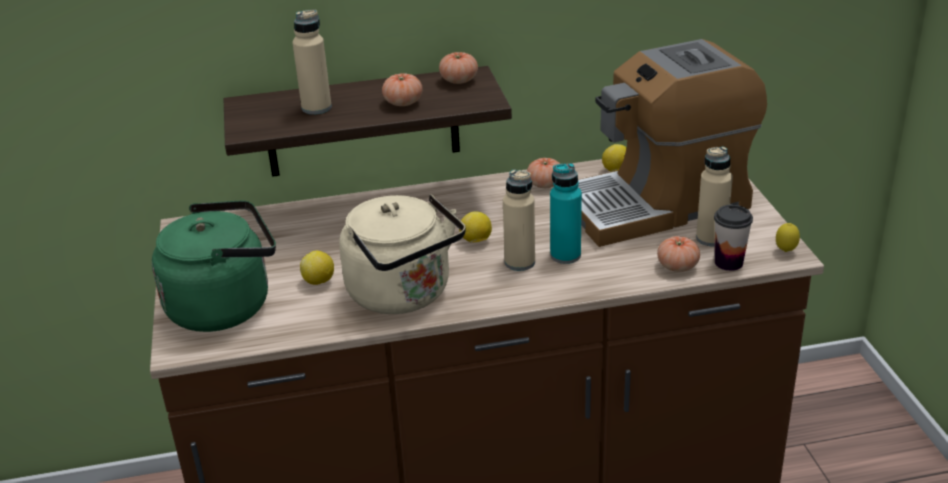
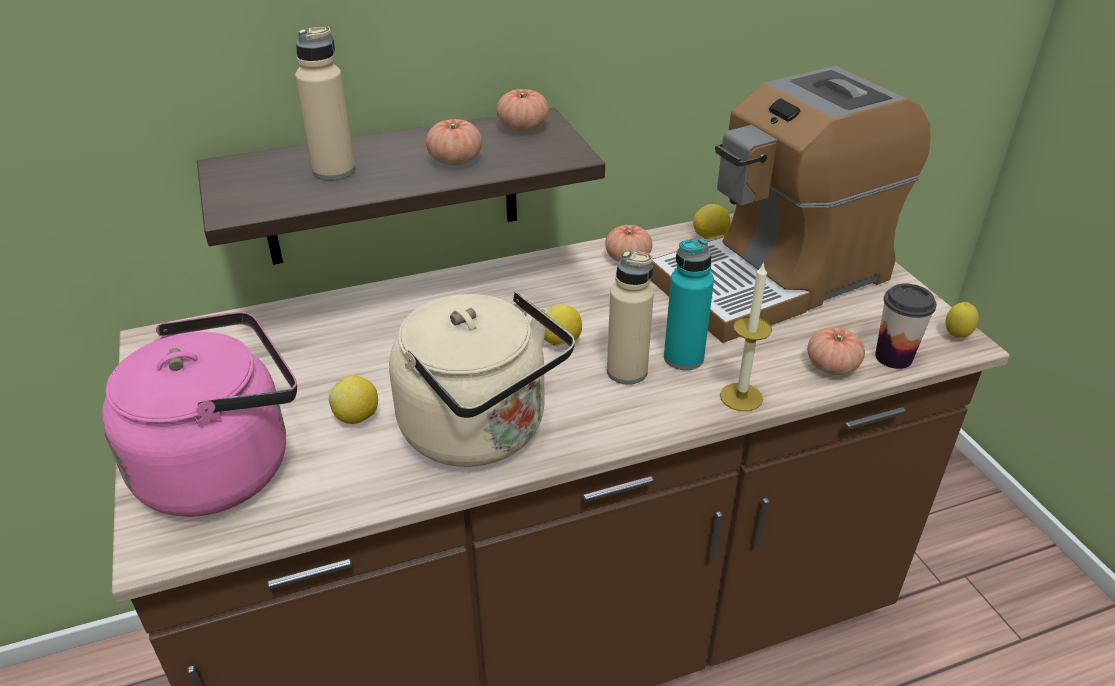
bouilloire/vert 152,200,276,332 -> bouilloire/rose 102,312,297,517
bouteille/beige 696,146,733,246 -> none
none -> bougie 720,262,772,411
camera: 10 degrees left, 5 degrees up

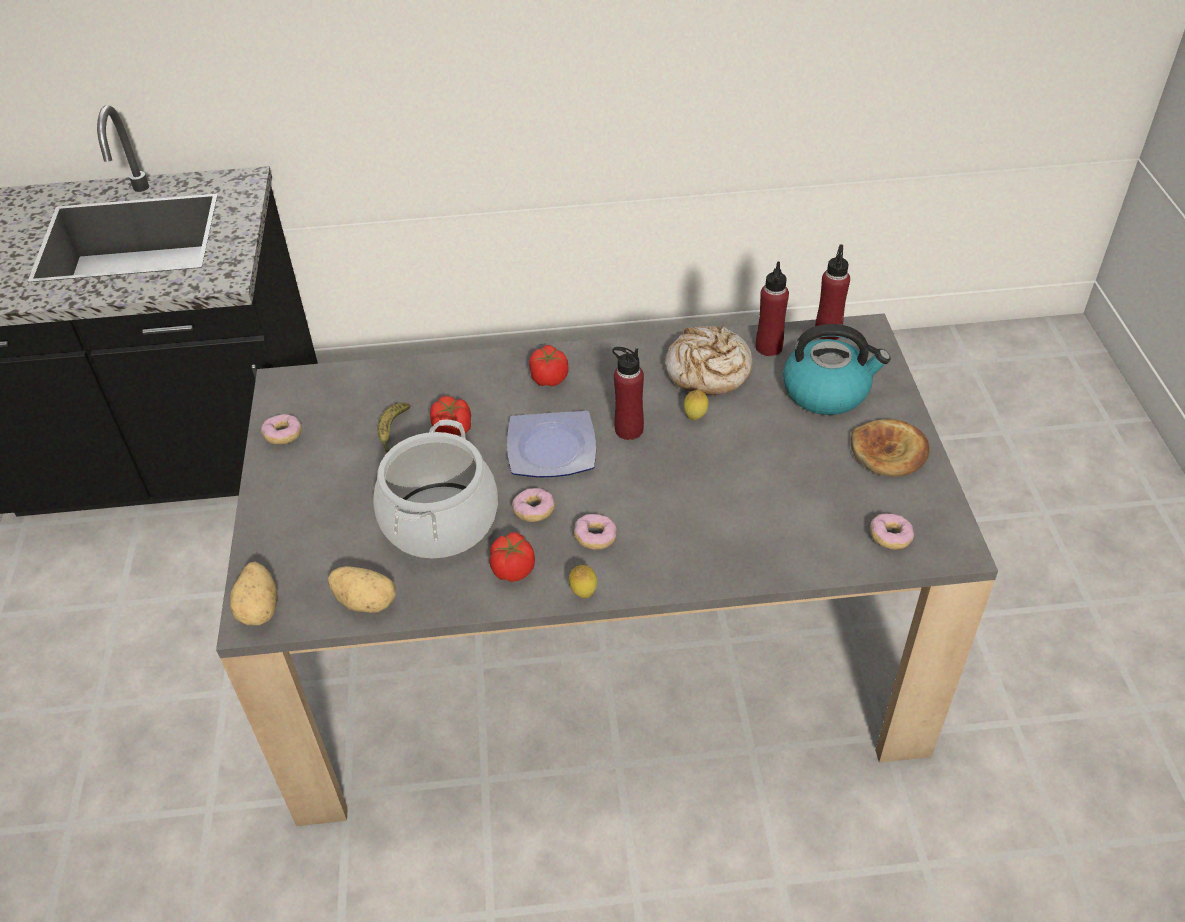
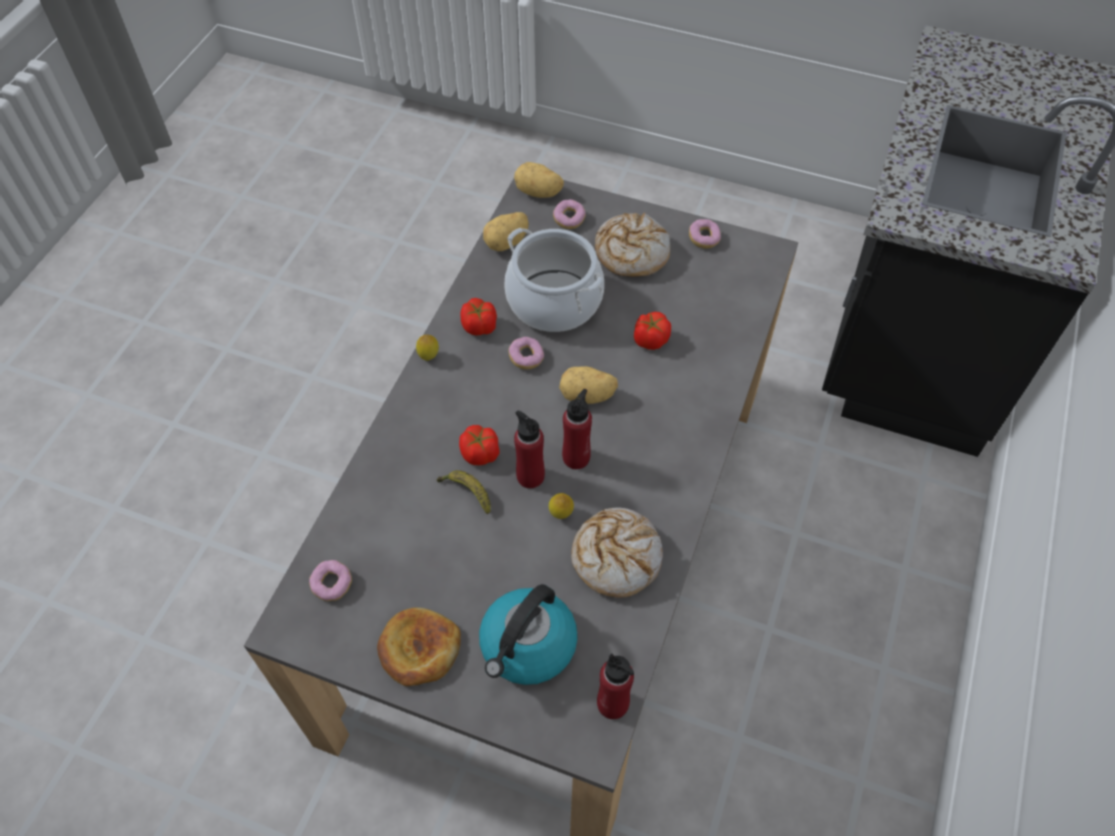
banane 377,402,411,452 -> banane 437,470,491,514, relocated
assiette 507,411,596,478 -> pomme de terre 559,366,618,404
tomate 529,345,568,386 -> tomate 459,425,500,465, relocated
beignet 574,514,617,550 -> beignet 553,199,586,229, relocated
bouteille/rouge 756,261,789,356 -> bouteille/rouge 514,410,545,488, relocated
none -> pain 595,212,670,277
camera: 115 degrees right, 10 degrees up

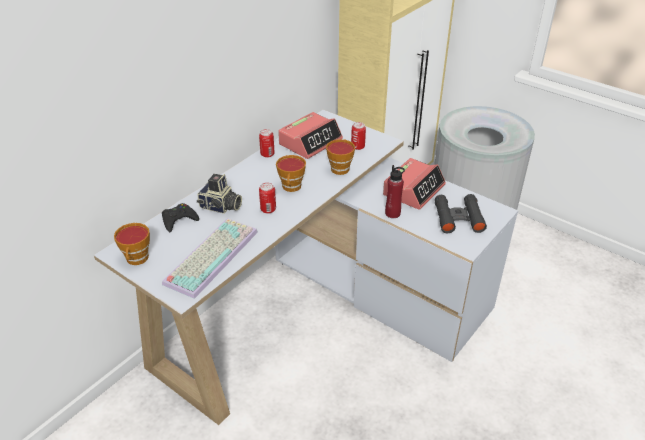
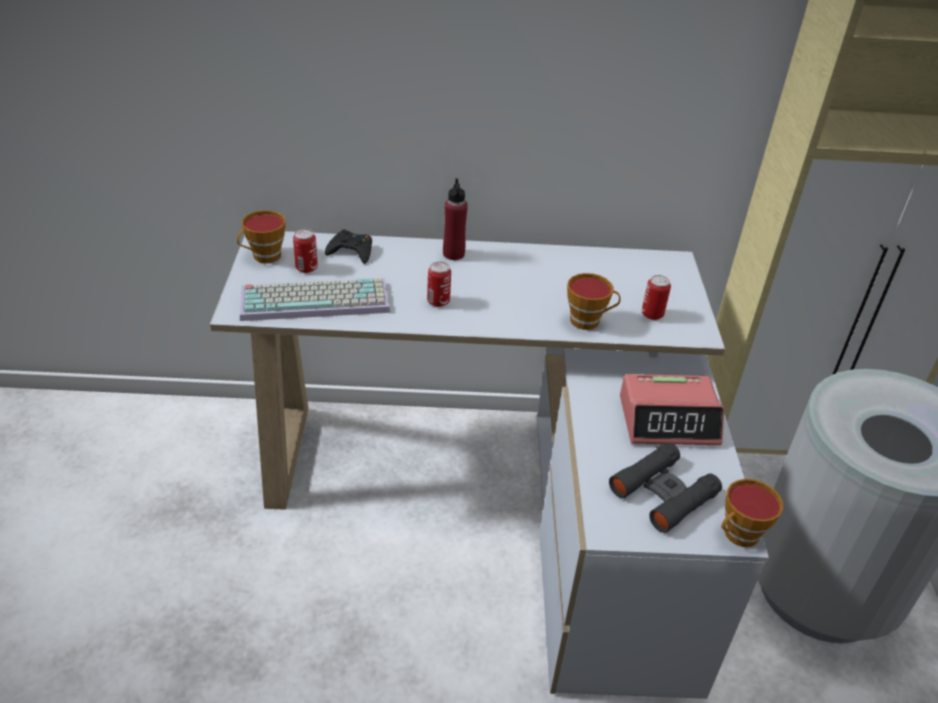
appareil photo 197,174,242,214 -> none
boîte métallique 259,129,275,158 -> boîte métallique 293,229,318,273, relocated
tasse 276,155,306,192 -> tasse 721,479,783,547, relocated
réveil 278,112,343,159 -> none
bouteille/rouge 385,165,405,218 -> bouteille/rouge 443,178,468,260, relocated
camera: 50 degrees right, 0 degrees up

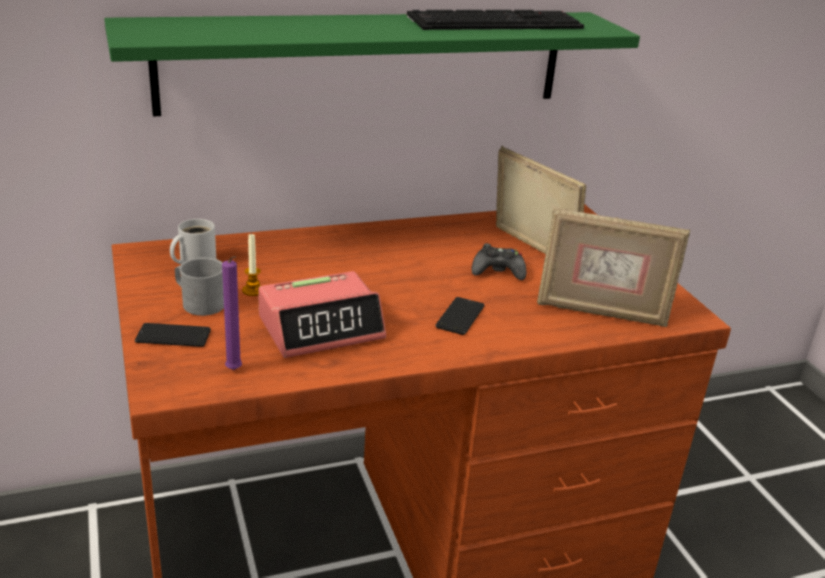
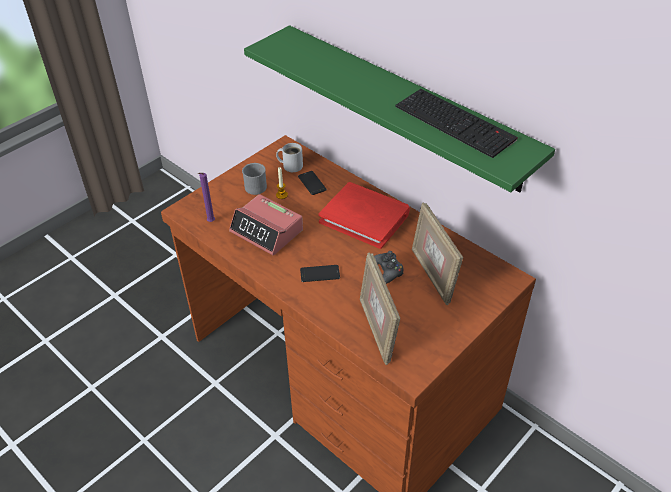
téléphone 135,323,211,347 -> téléphone 298,171,327,195, relocated
cadre photo 496,146,586,254 -> cadre photo 412,202,463,305, 135 degrees clockwise
none -> livre/rouge 318,182,410,249
camera: 65 degrees right, 15 degrees up

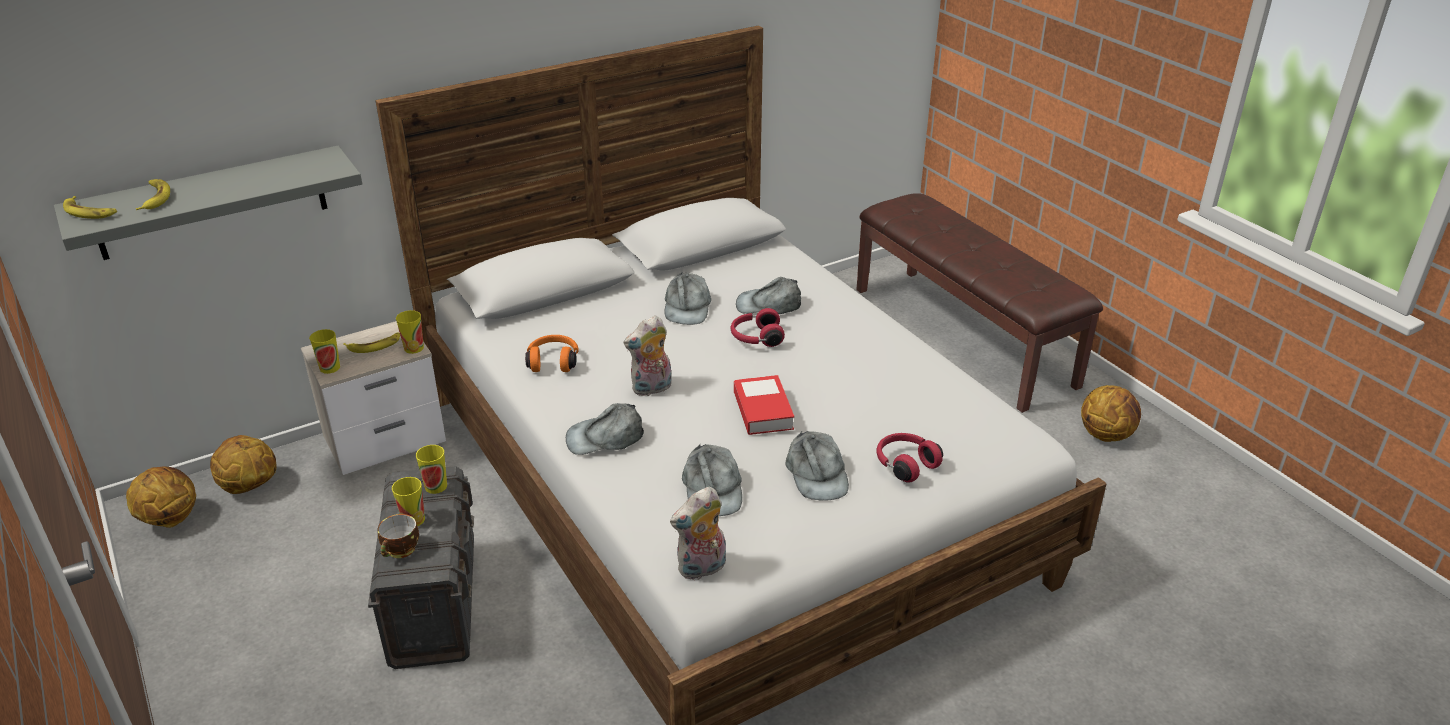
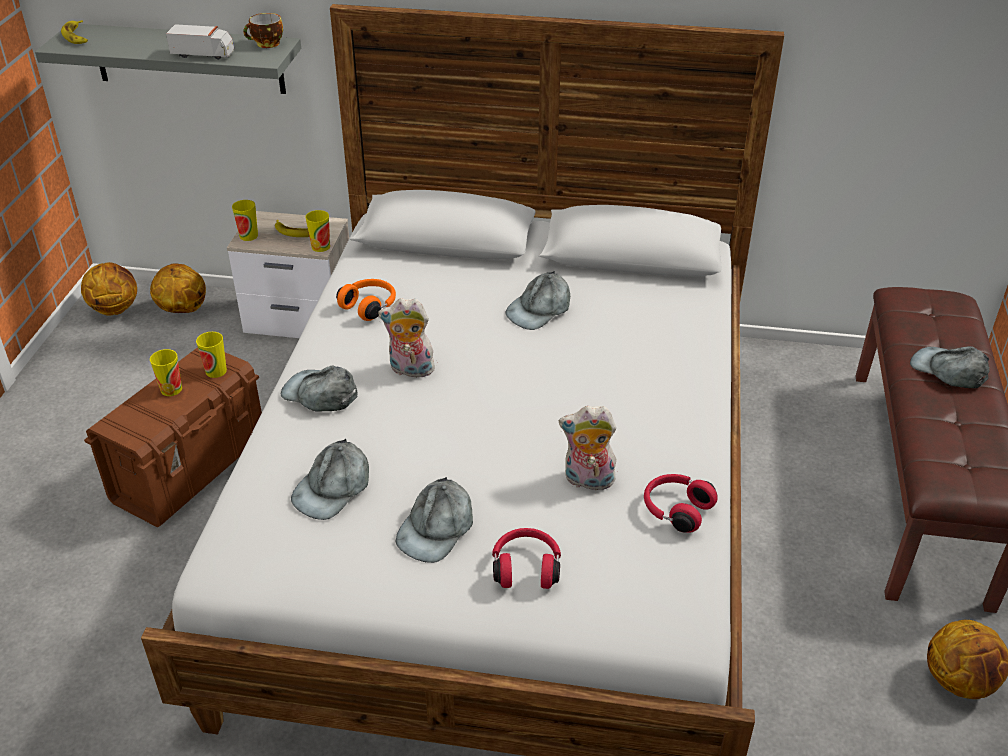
banane 136,179,170,210 -> none
boîte de rangement/gris 368,466,474,669 -> boîte de rangement/marron 84,347,262,527
tasse 377,514,419,558 -> tasse 243,13,283,48, relocated
peluche 670,487,726,580 -> peluche 559,406,617,491, relocated
casque audio/rouge 730,308,785,347 -> casque audio/rouge 644,474,718,533, relocated
livre 734,375,794,435 -> none
casquette/gris 736,277,801,314 -> casquette/gris 910,346,989,388, relocated
none -> camion jouet 166,24,234,60
camera: 40 degrees right, 5 degrees up

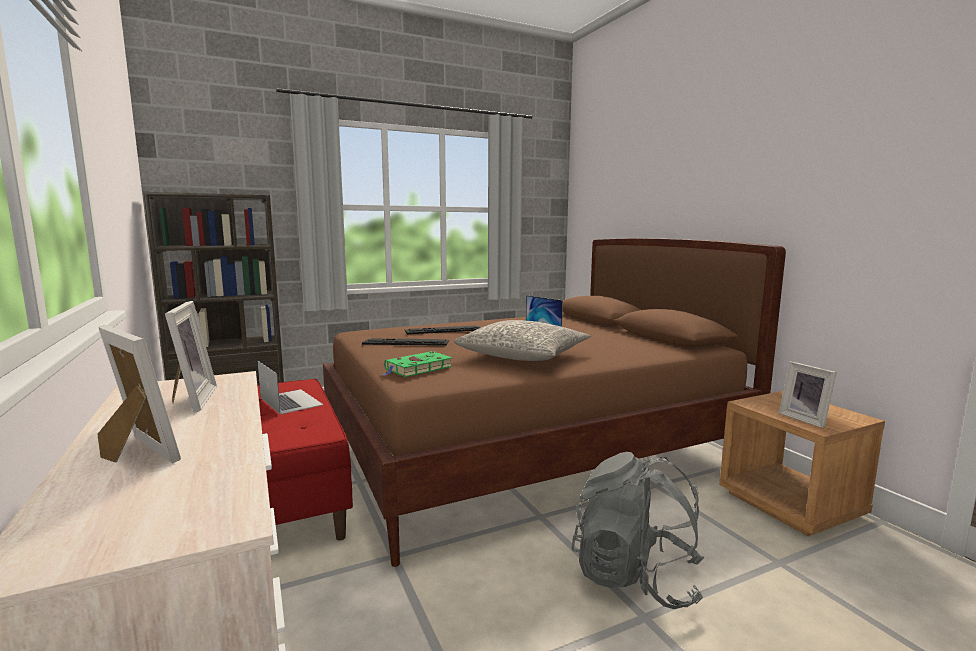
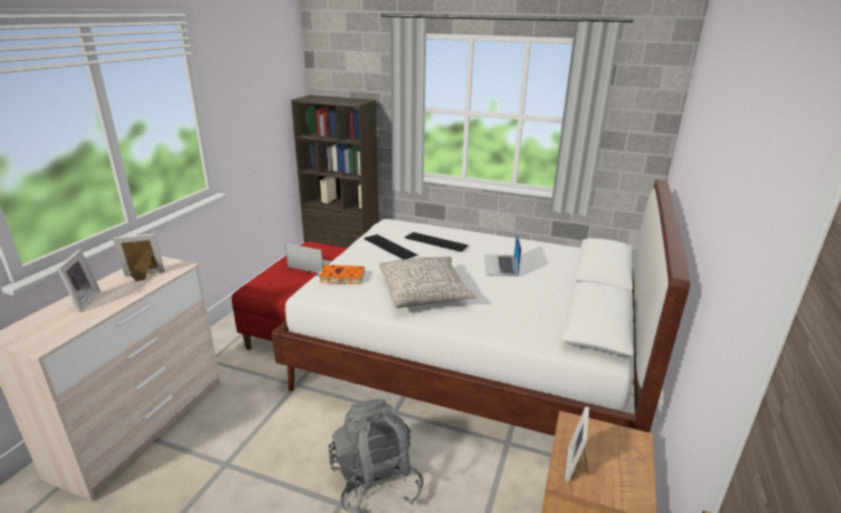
cadre photo 165,301,217,413 -> cadre photo 113,234,165,281, 135 degrees counterclockwise
ordinateur portable 257,361,323,414 -> ordinateur portable 285,243,332,273, 75 degrees counterclockwise
lit/marron 323,238,786,567 -> lit/blanc 271,179,690,436
livre/vert 382,351,453,377 -> livre/orange 315,265,365,284
camera: 45 degrees right, 15 degrees up

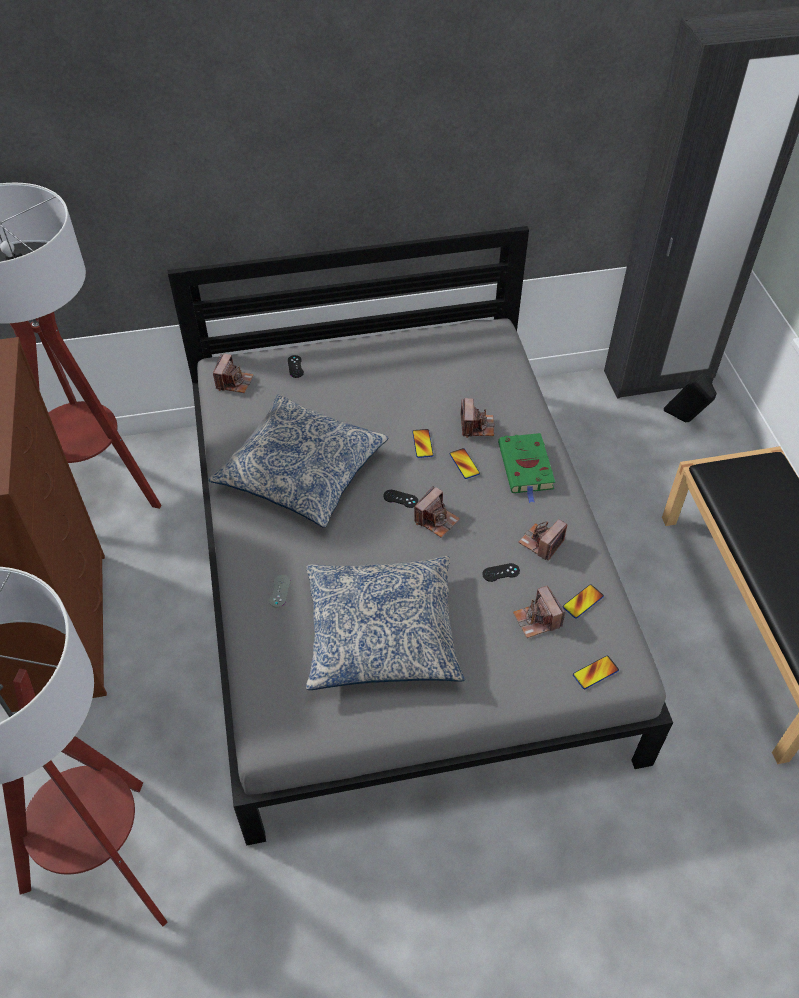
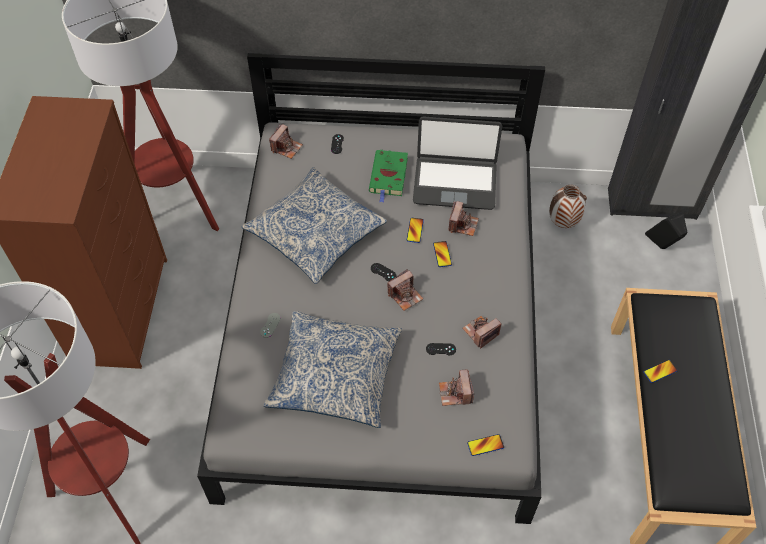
livre/vert 498,433,555,503 -> livre/vert 369,150,408,203, relocated
téléphone 563,584,604,619 -> téléphone 644,360,678,383, relocated
none -> ordinateur portable 413,116,502,210
none -> vase 549,185,587,228
camera: 15 degrees right, 5 degrees up

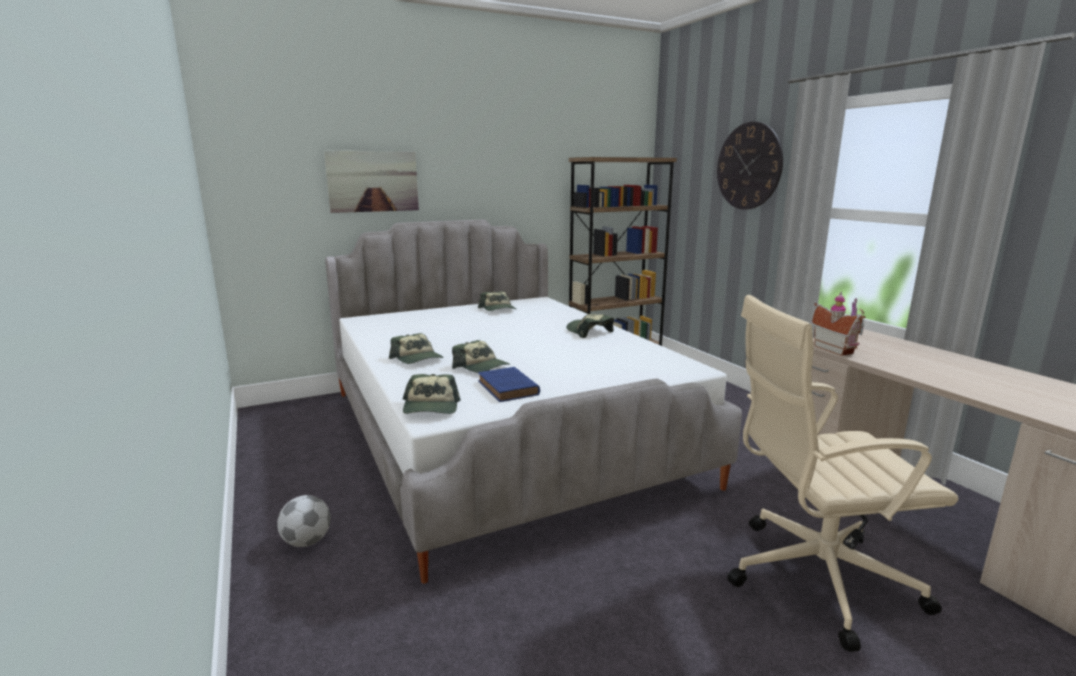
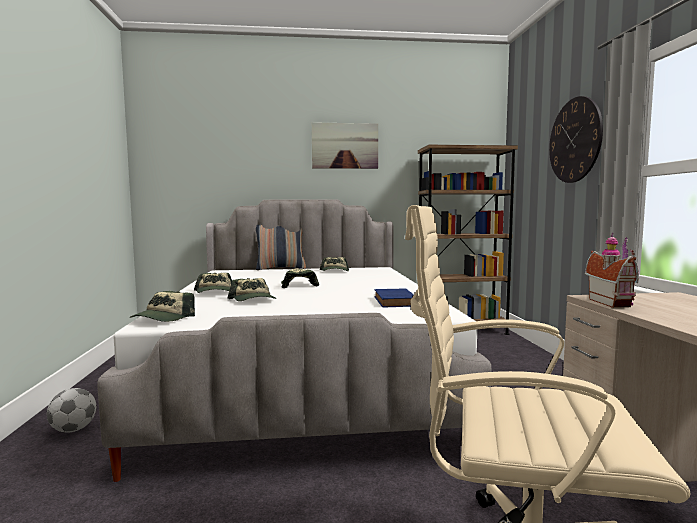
tableau 324,150,419,213 -> tableau 312,122,378,169, relocated
livre/bleu 478,367,540,402 -> livre/bleu 374,288,414,307, relocated
casquette 566,314,614,338 -> casquette 281,269,319,288, relocated
none -> coussin 256,225,306,270
camera: 20 degrees right, 10 degrees down

